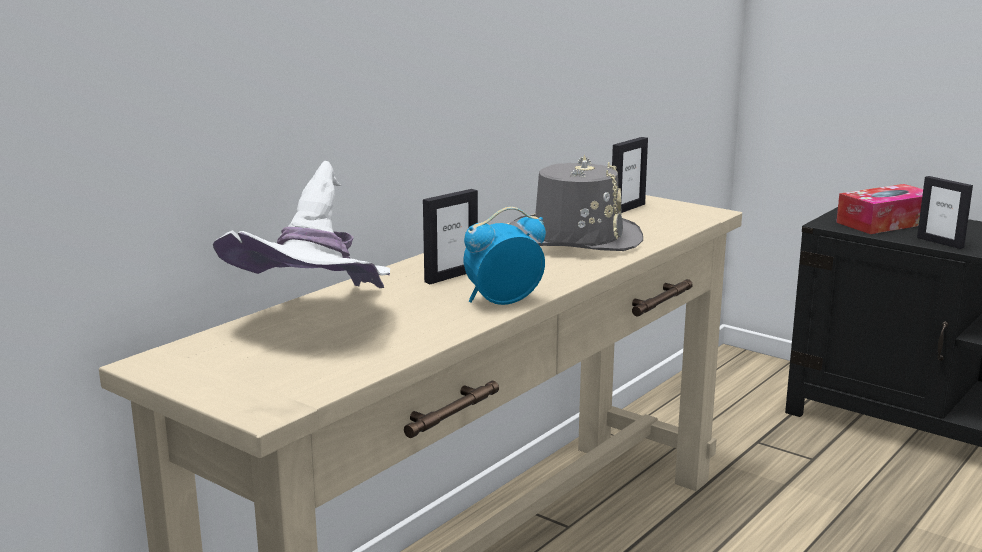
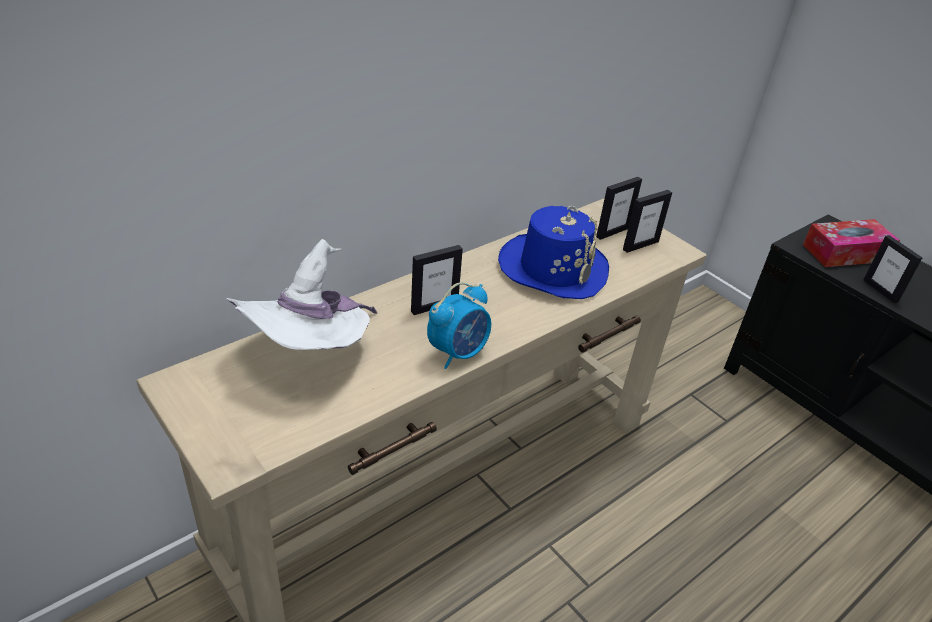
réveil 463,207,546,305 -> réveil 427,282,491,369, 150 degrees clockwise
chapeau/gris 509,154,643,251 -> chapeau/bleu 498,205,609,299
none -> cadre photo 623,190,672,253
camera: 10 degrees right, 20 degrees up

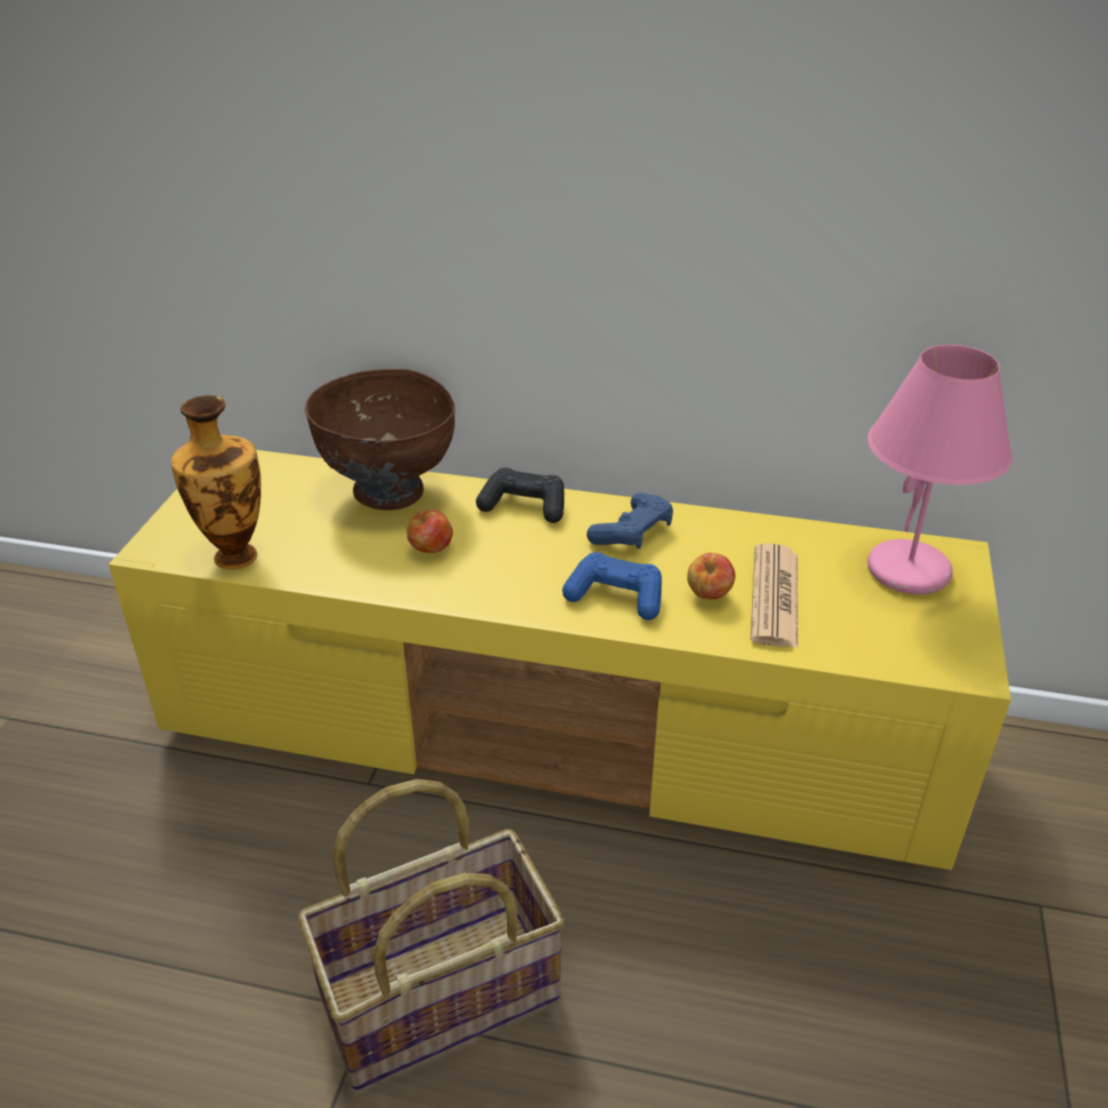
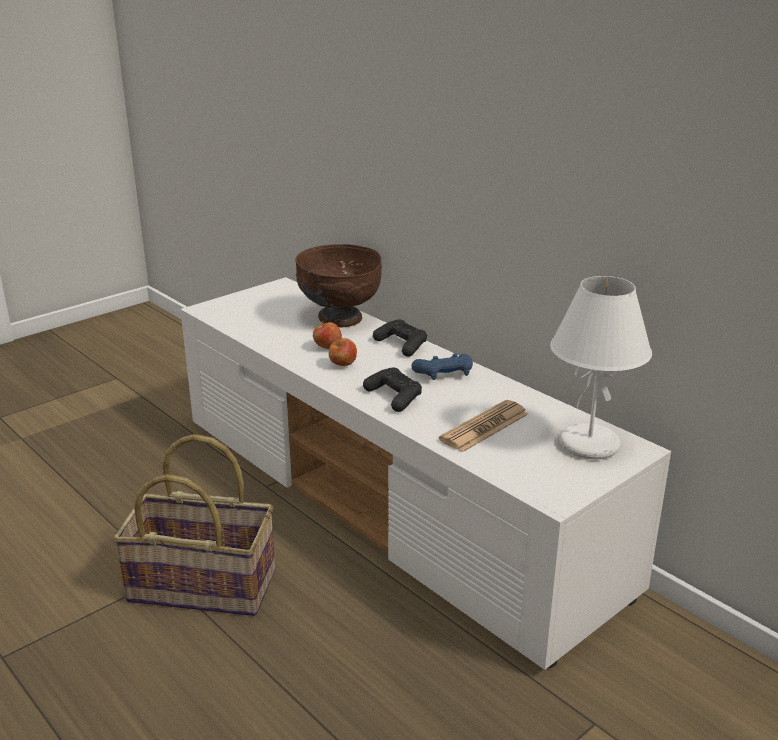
meuble télé/jaune 108,450,1011,870 -> meuble télé/blanc 180,277,671,670
vase 171,395,261,570 -> none
manette/bleu 562,552,662,620 -> manette/noir 363,368,422,412
pomme 687,553,735,599 -> pomme 329,338,357,366, relocated
lampe de table/rose 868,345,1012,594 -> lampe de table/blanc 550,276,652,459
camera: 35 degrees right, 10 degrees down

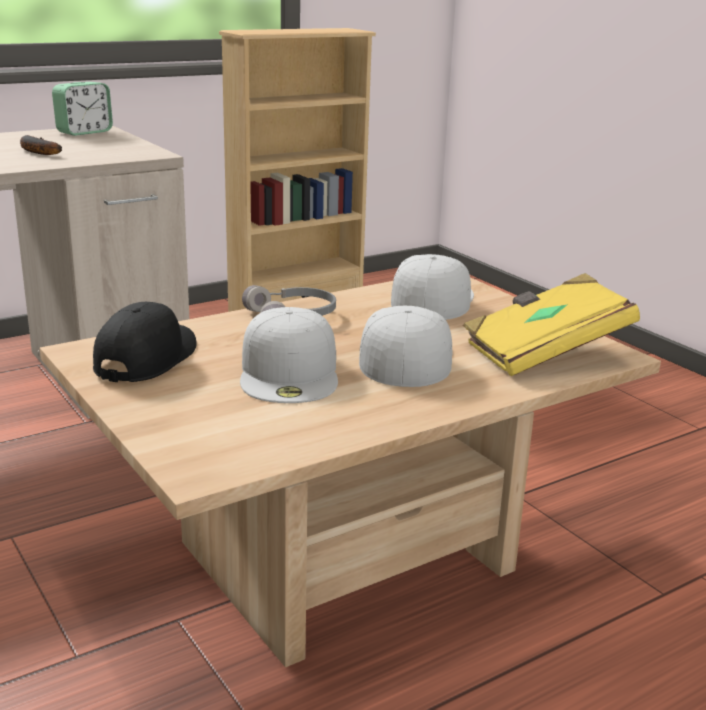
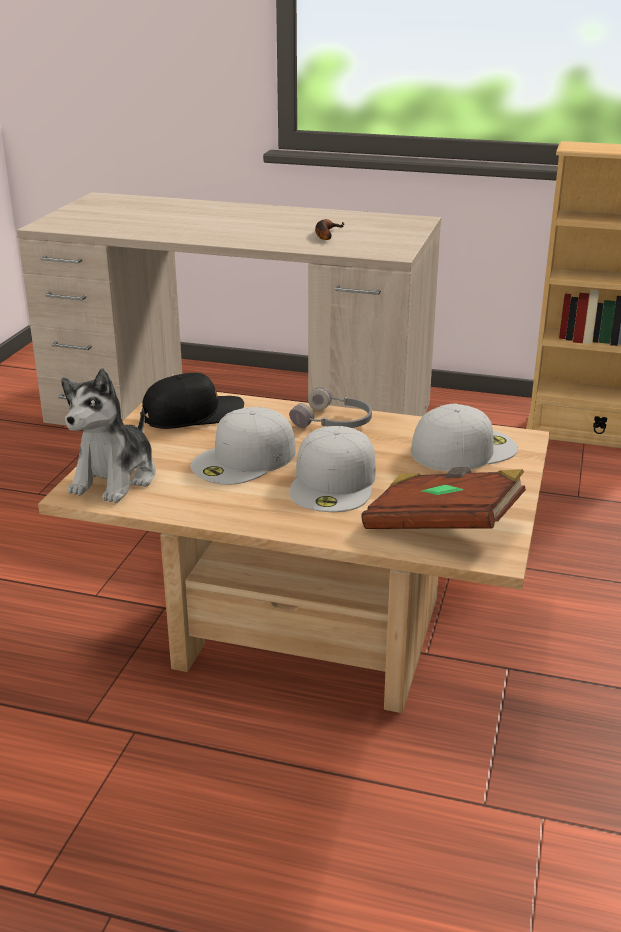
réveil 52,82,113,136 -> none
casquette/blanc 359,306,453,387 -> casquette/blanc 290,426,376,512, 135 degrees clockwise
livre/jaune 463,273,640,376 -> livre/marron 361,467,526,529
none -> peluche 61,368,156,503
camera: 50 degrees right, 5 degrees up

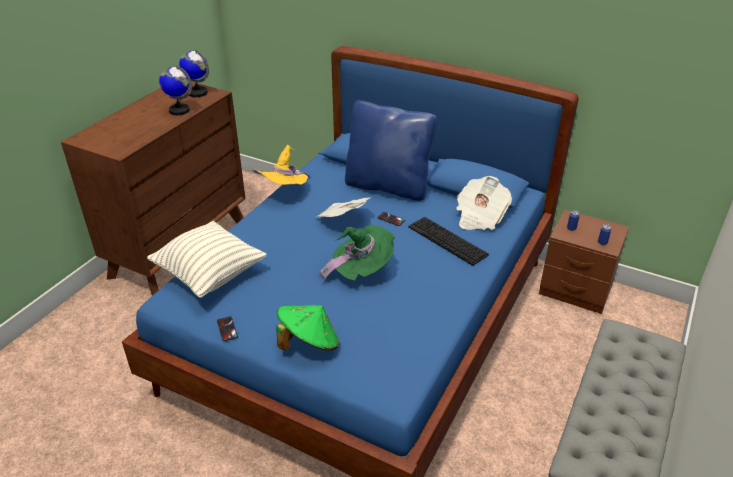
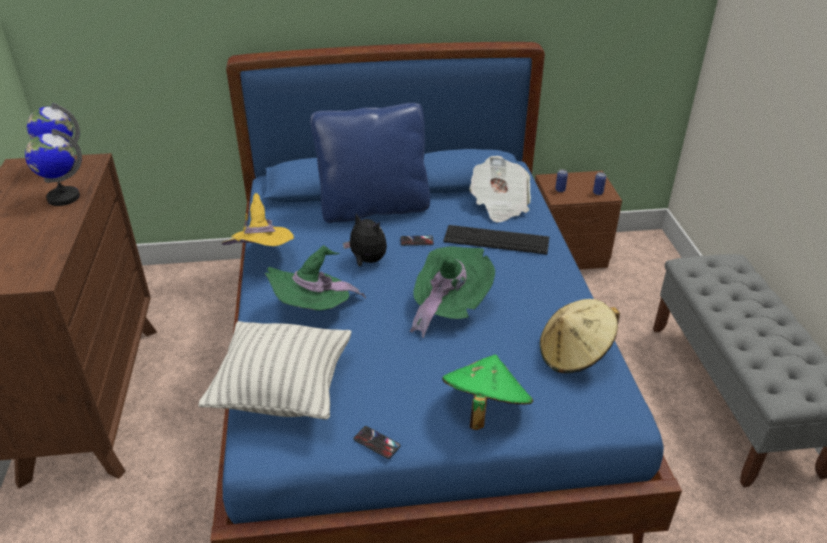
journal 316,198,370,217 -> peluche 343,214,387,266
none -> chapeau/vert 265,245,366,311
none -> chapeau/beige 540,299,620,373
camera: 35 degrees left, 0 degrees up

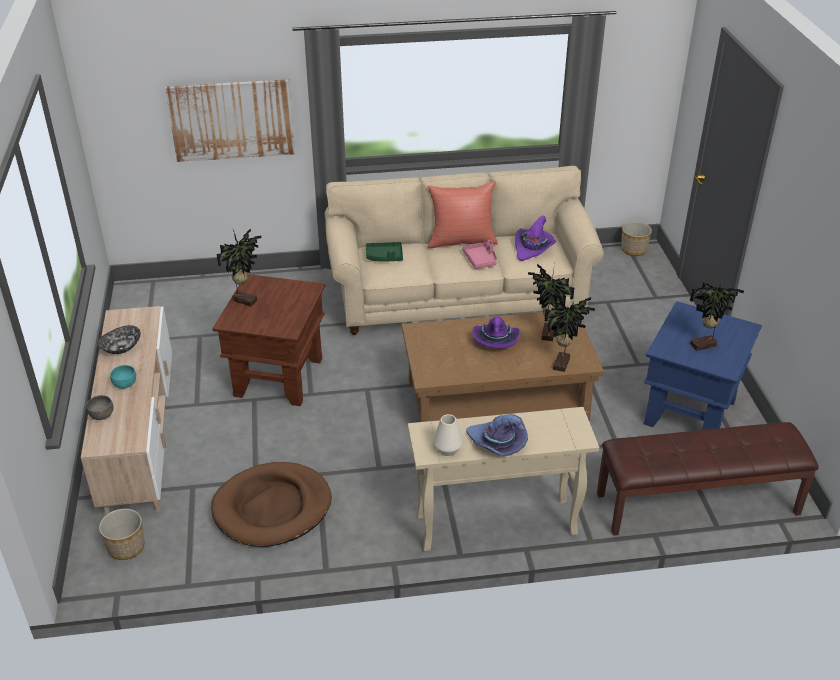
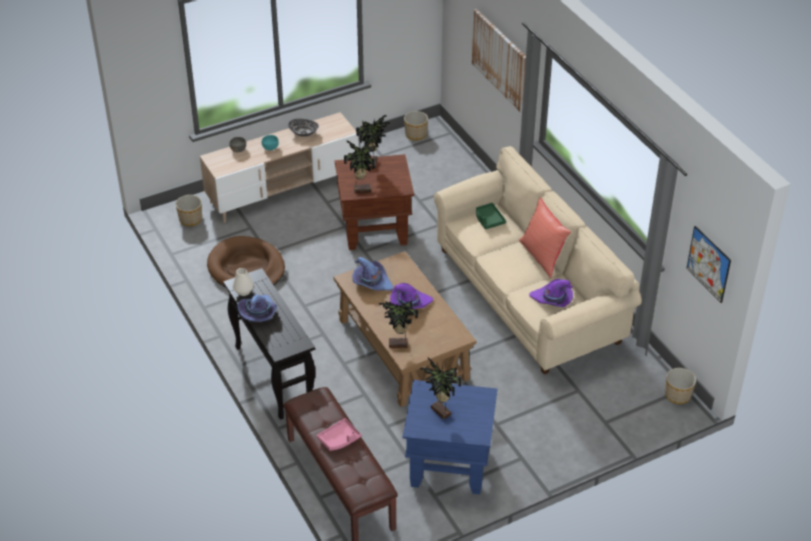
table console/beige 408,407,599,551 -> table console/noir 223,268,315,420
plateau/rose 462,240,497,269 -> plateau/rose 317,418,361,451, relocated
plante en pot 528,264,574,341 -> plante en pot 344,138,379,194, relocated
none -> chapeau/violet 352,257,393,291
none -> cache-pot 404,111,428,140
none -> tableau 686,226,731,303
camera: 70 degrees right, 5 degrees up

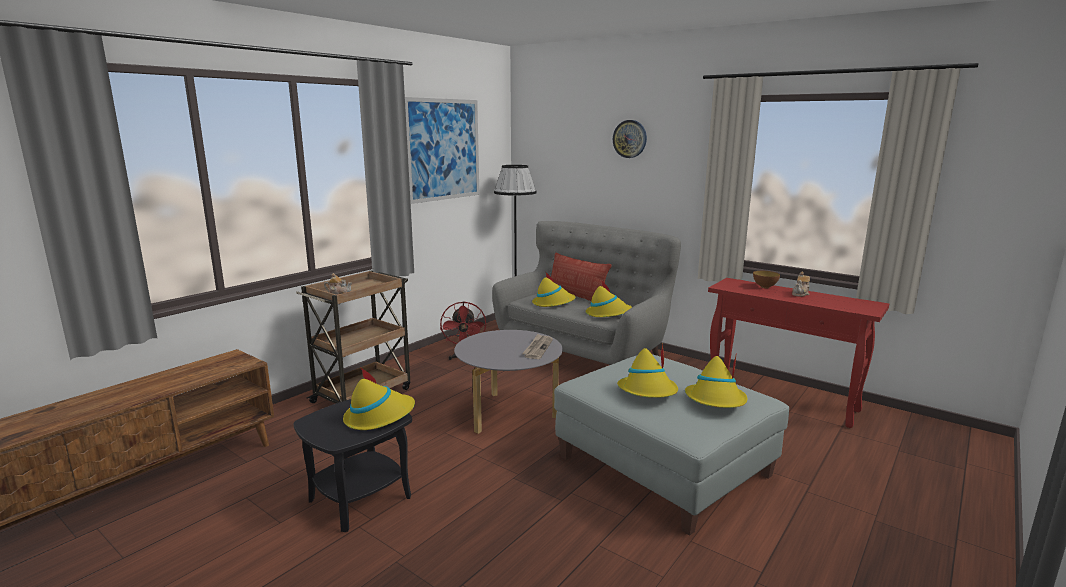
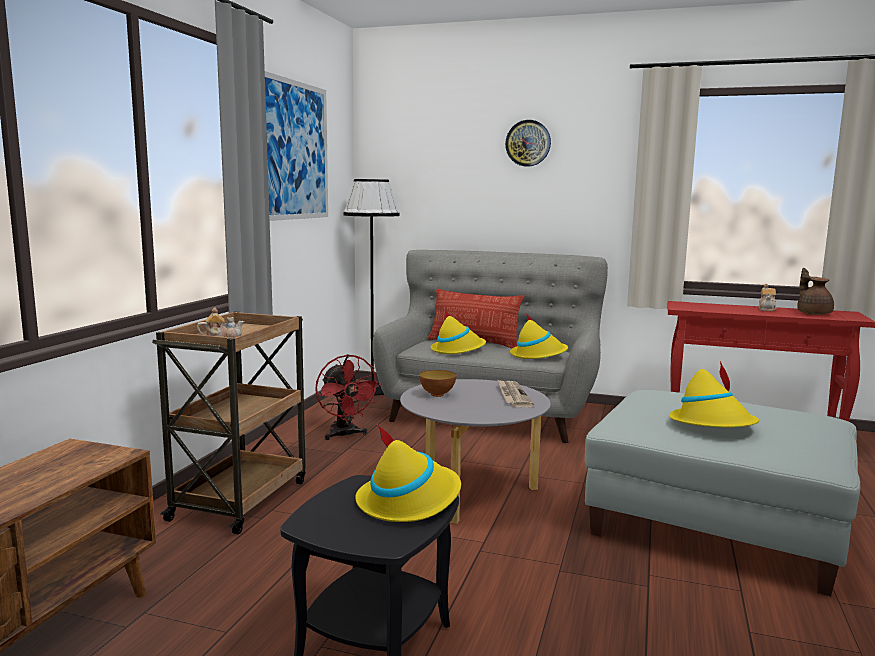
chapeau/jaune 685,356,747,408 -> none
bol 753,271,780,289 -> bol 419,370,456,397, relocated
none -> théière/marron 797,268,834,315
camera: 20 degrees left, 5 degrees down

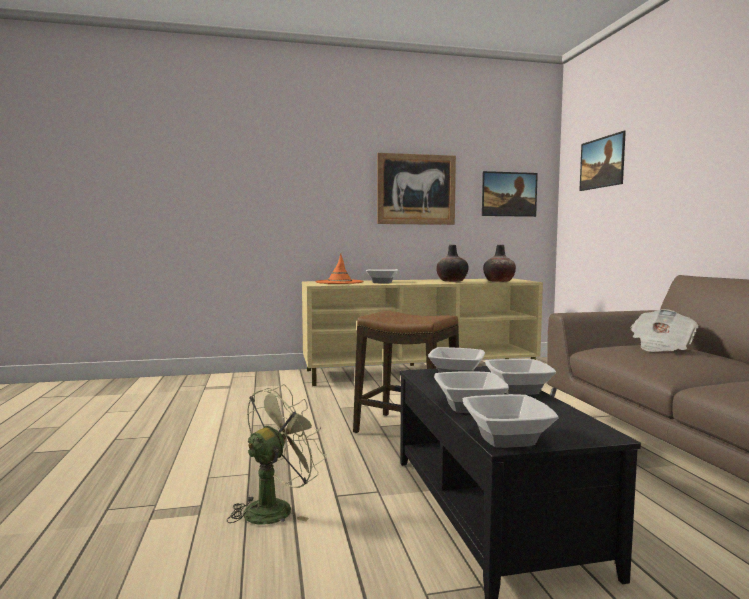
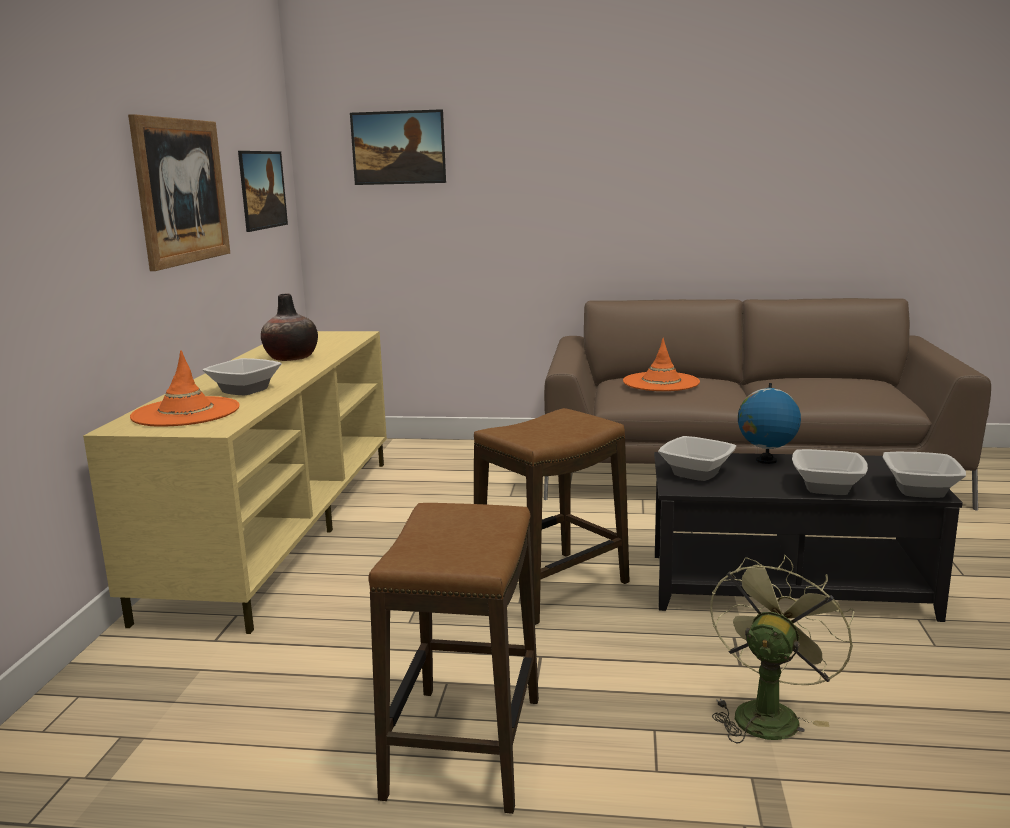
ventilateur/vert 227,384,326,525 -> ventilateur/vert 710,555,854,743, 60 degrees clockwise
vase 483,245,516,282 -> none
bol 485,359,556,395 -> globe 738,383,801,464
journal 630,309,699,352 -> chapeau/orange 623,338,700,391
none -> tabouret 368,503,539,814
camera: 70 degrees left, 10 degrees up

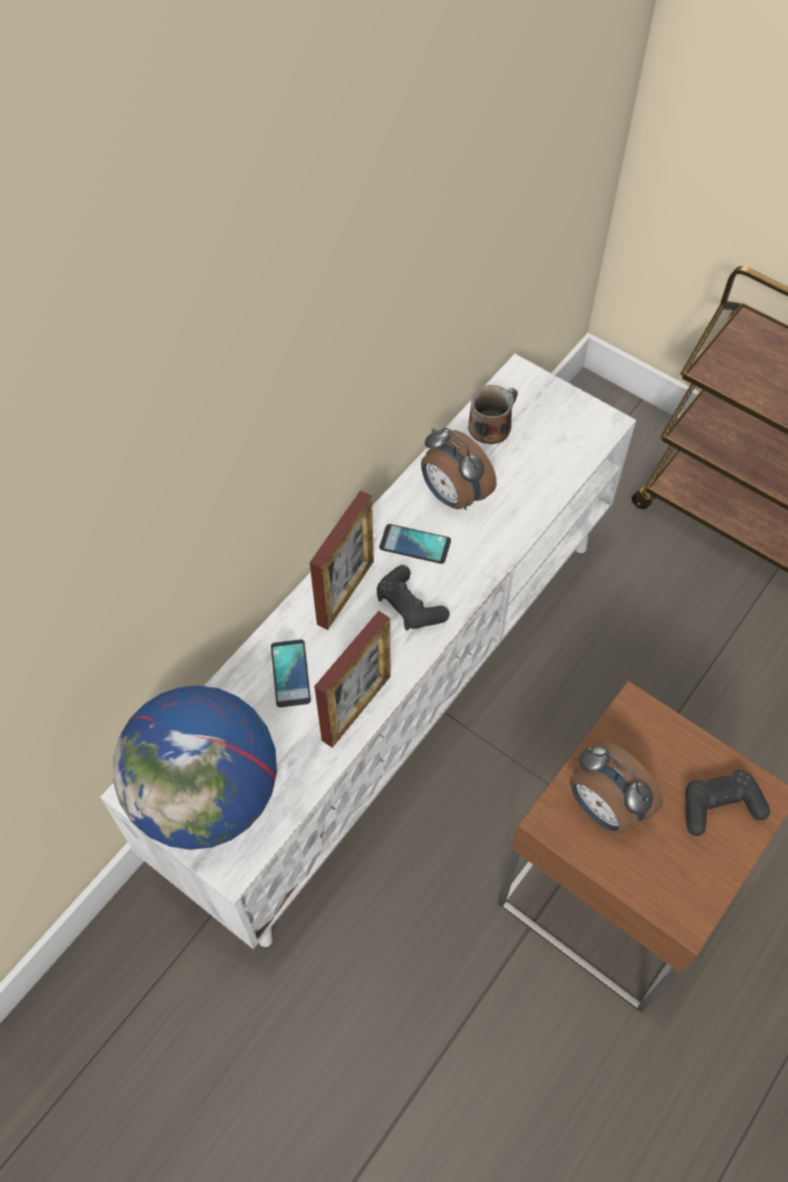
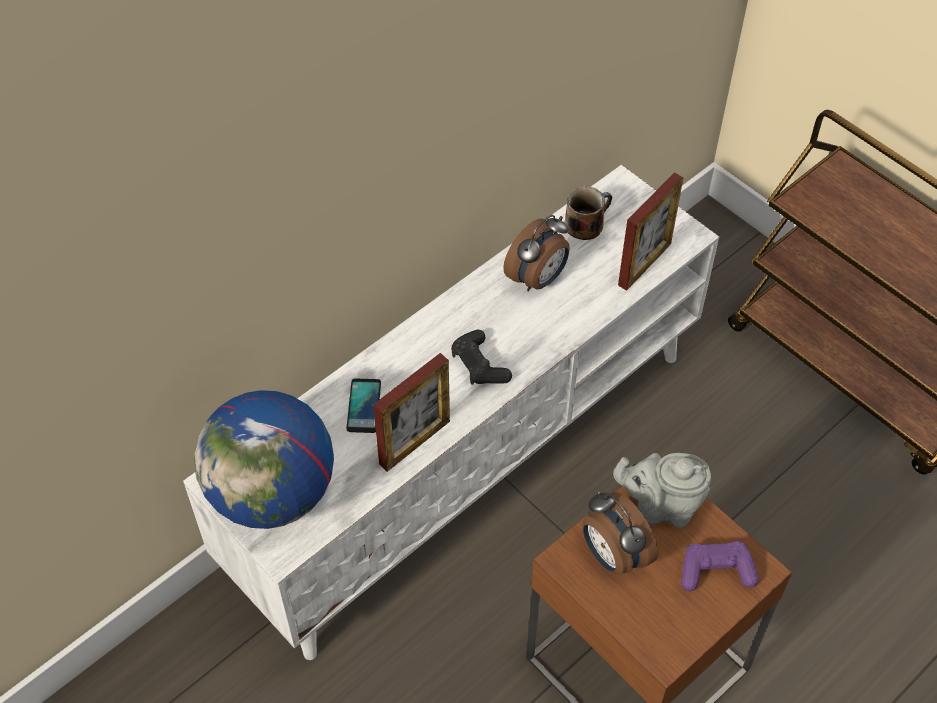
cadre photo 310,490,374,630 -> cadre photo 618,172,684,291, relocated
téléphone 379,524,451,564 -> none
réveil 421,428,497,510 -> réveil 503,215,570,291, 105 degrees counterclockwise
manette/noir 685,770,770,836 -> manette/violet 681,541,759,591
none -> théière/gris 613,453,711,528
camera: 10 degrees right, 5 degrees down

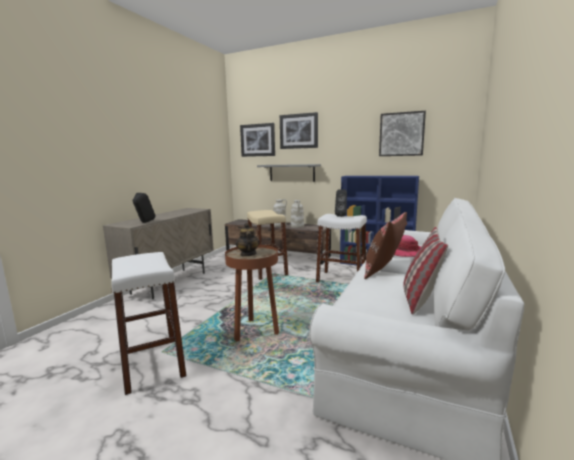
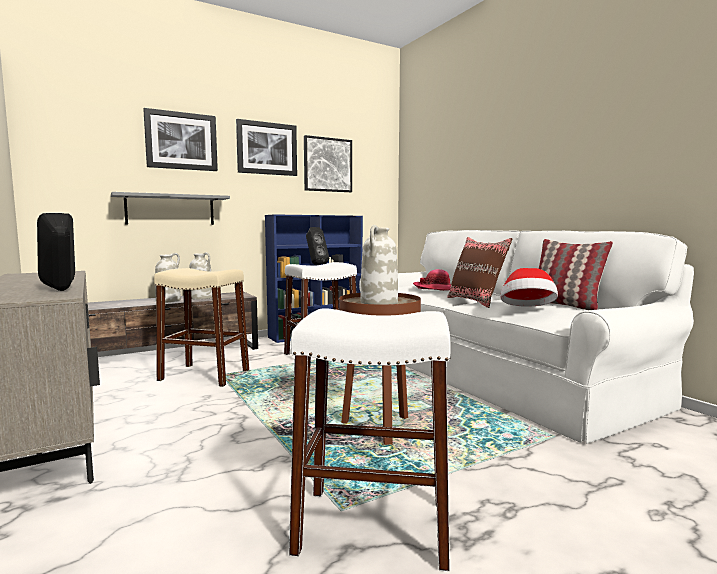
théière 235,223,260,257 -> vase/blanc 360,225,398,304
tableau 240,123,275,157 -> tableau 236,119,297,176, relocated
none -> chapeau 500,268,558,307
camera: 55 degrees left, 5 degrees down

